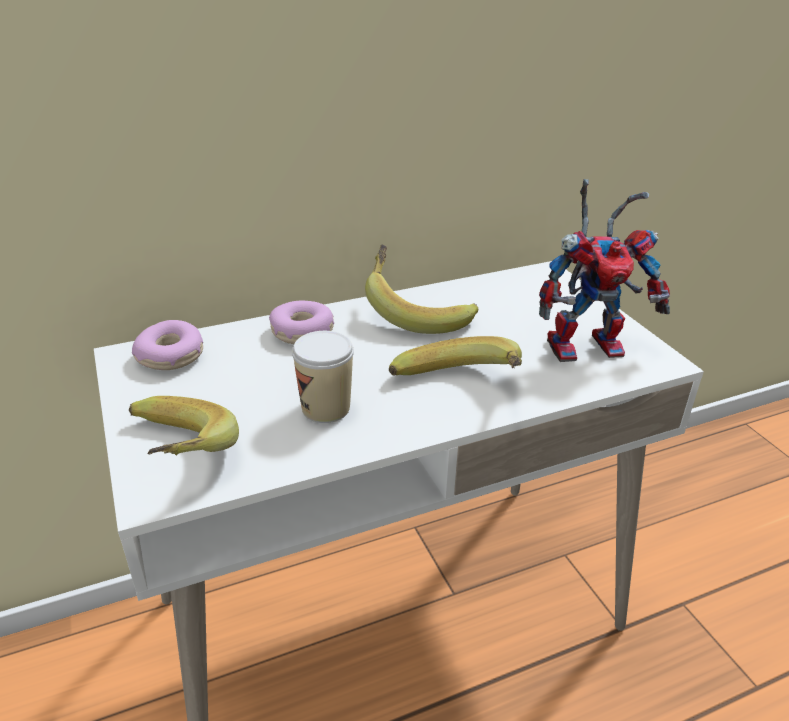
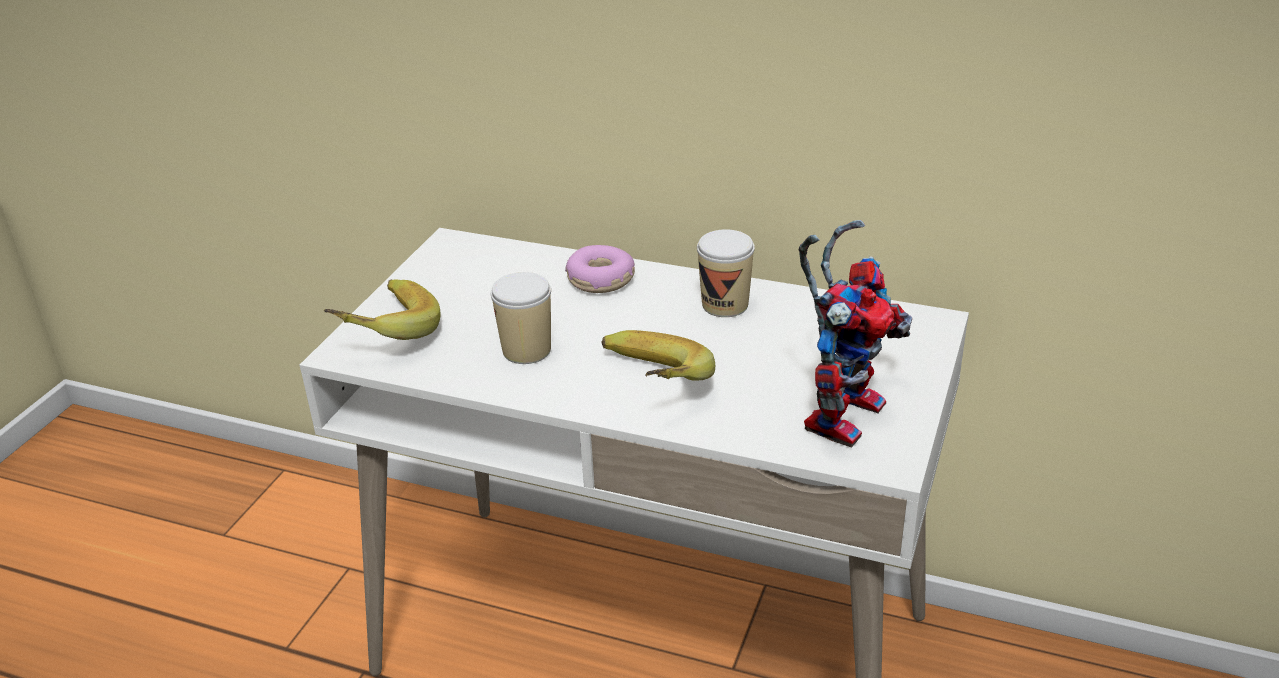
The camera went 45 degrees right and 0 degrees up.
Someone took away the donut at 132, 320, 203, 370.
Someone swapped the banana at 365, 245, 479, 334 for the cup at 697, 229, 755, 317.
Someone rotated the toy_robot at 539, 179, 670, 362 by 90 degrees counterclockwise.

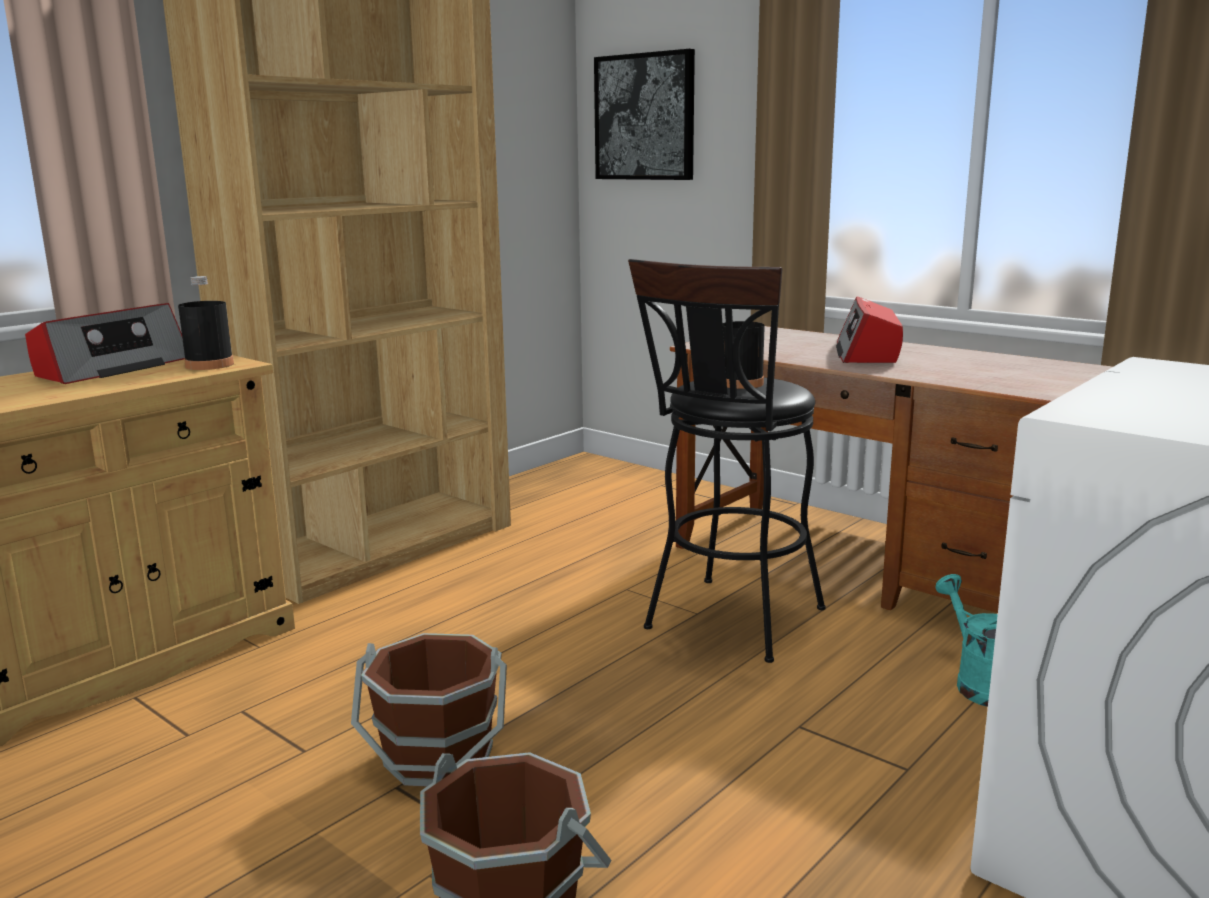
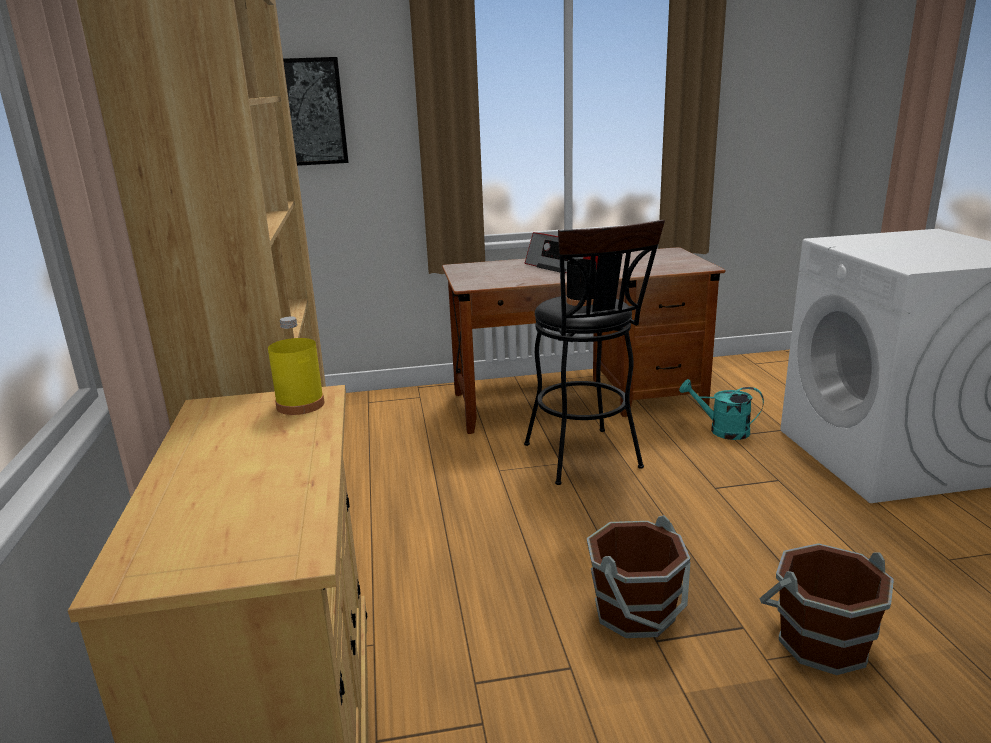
The camera went 50 degrees left and 5 degrees up.
Someone took away the radio at 25, 303, 185, 384.
Someone repainted the black_bottle at 178, 276, 234, 370, which became the yellow_bottle at 268, 316, 324, 415.

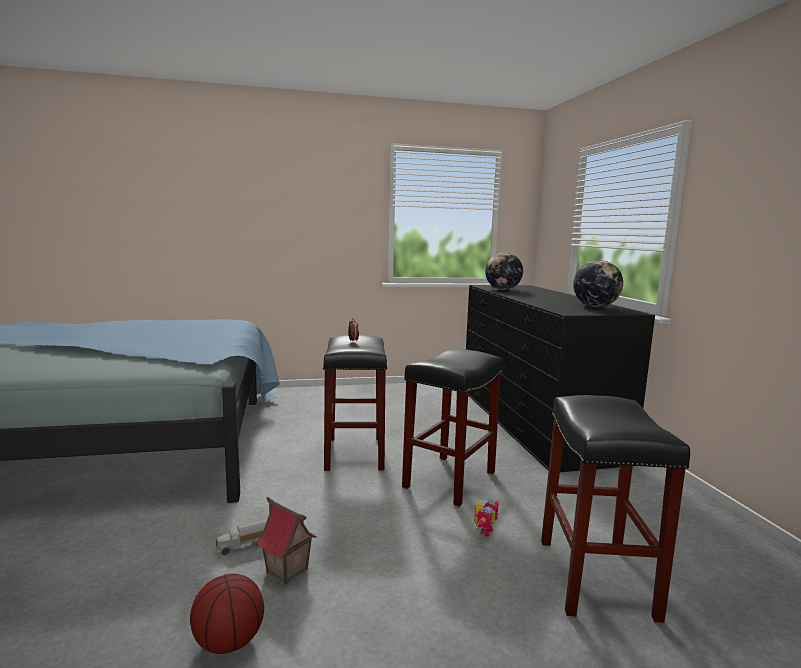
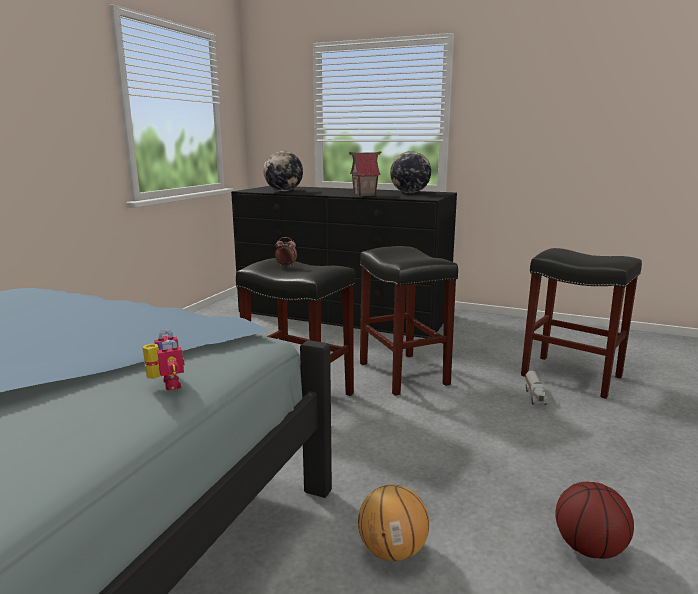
The camera went 55 degrees left and 5 degrees up.
Someone put down the basketball at 358, 485, 429, 561.
Someone carried the toy_truck from 215, 519, 267, 556 to 525, 370, 549, 405.
Someone carried the toy_house from 256, 497, 316, 584 to 349, 152, 381, 196.
Someone carried the toy_robot from 474, 499, 499, 537 to 142, 330, 184, 391.

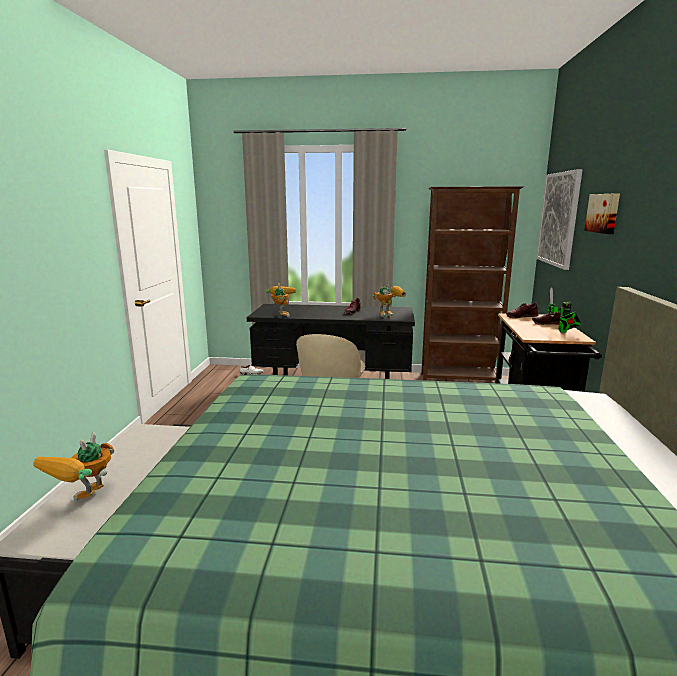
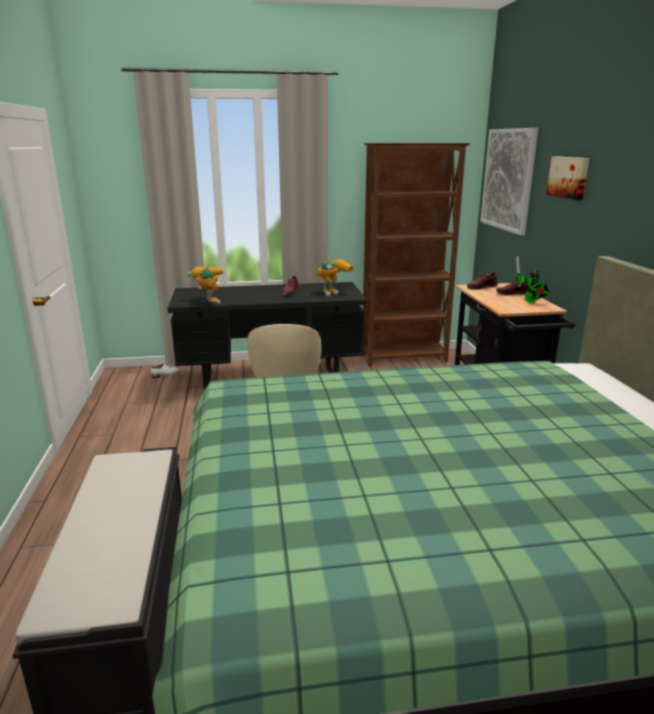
The camera went 15 degrees left and 5 degrees up.
Someone took away the toy_robot at 33, 432, 114, 501.

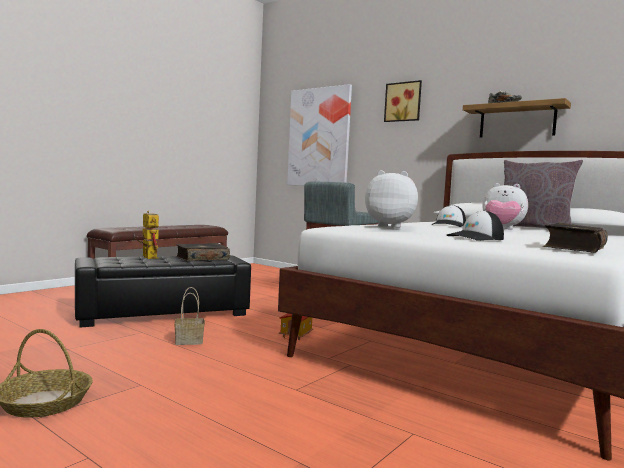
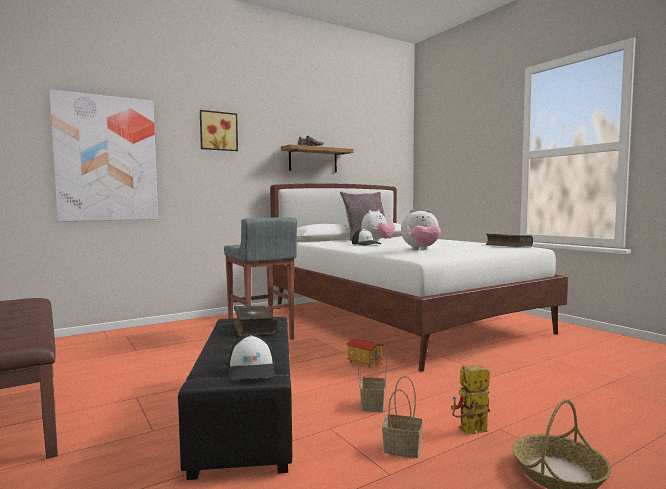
The camera went 70 degrees left and 0 degrees up.
Someone put down the basket at 382, 376, 423, 458.
Someone carried the toy_robot from 134, 211, 159, 259 to 451, 365, 490, 435.
Someone carried the cap from 447, 210, 504, 241 to 228, 335, 274, 380.
Someone rotated the plush_toy at 365, 170, 418, 228 by 135 degrees counterclockwise.

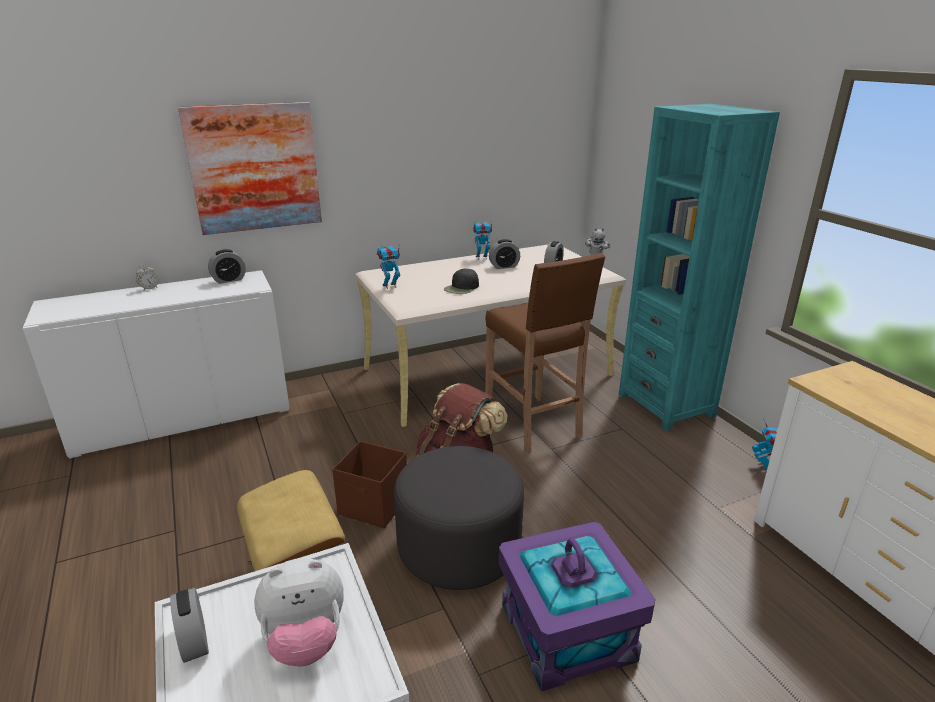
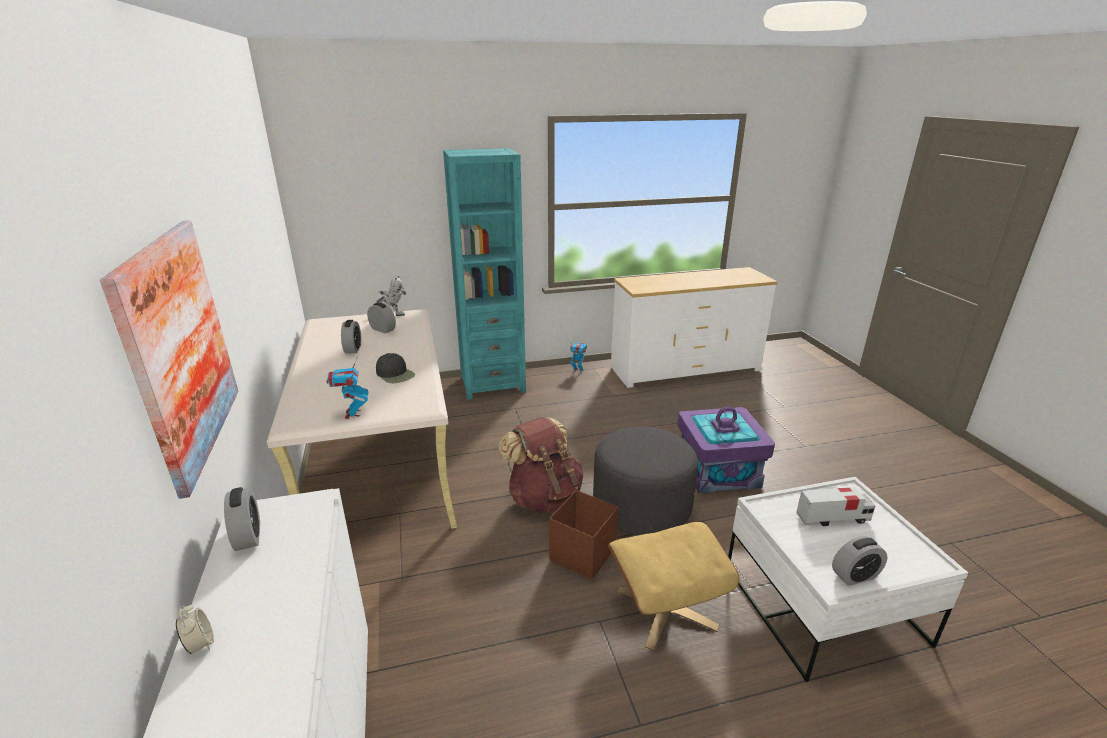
The camera went 80 degrees left and 0 degrees up.
Someone took away the toy_robot at 473, 220, 492, 259.
Someone took away the brown_stool at 485, 253, 605, 454.
Someone swapped the plush_toy at 254, 558, 344, 667 for the toy_truck at 796, 487, 875, 526.

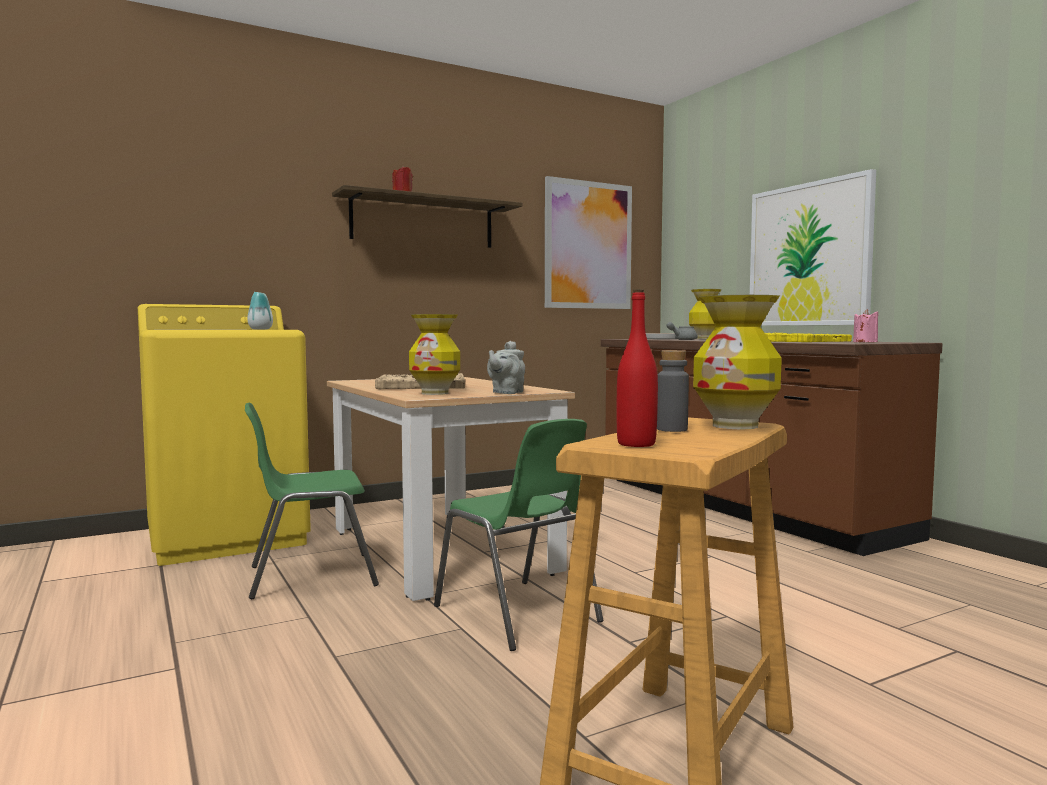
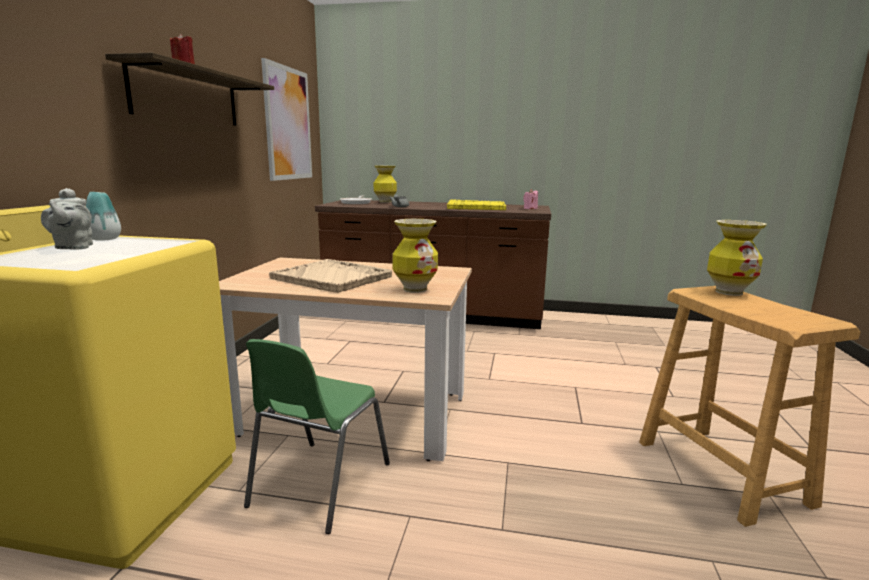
The camera went 50 degrees left and 10 degrees up.
Someone took away the green_chair at 434, 419, 603, 651.
Someone took away the red_bottle at 617, 290, 658, 447.
Someone took away the grey_bottle at 657, 350, 689, 432.
Someone took away the picture at 750, 169, 876, 326.
Someone carried the grey_teapot from 487, 341, 525, 394 to 41, 188, 93, 250.

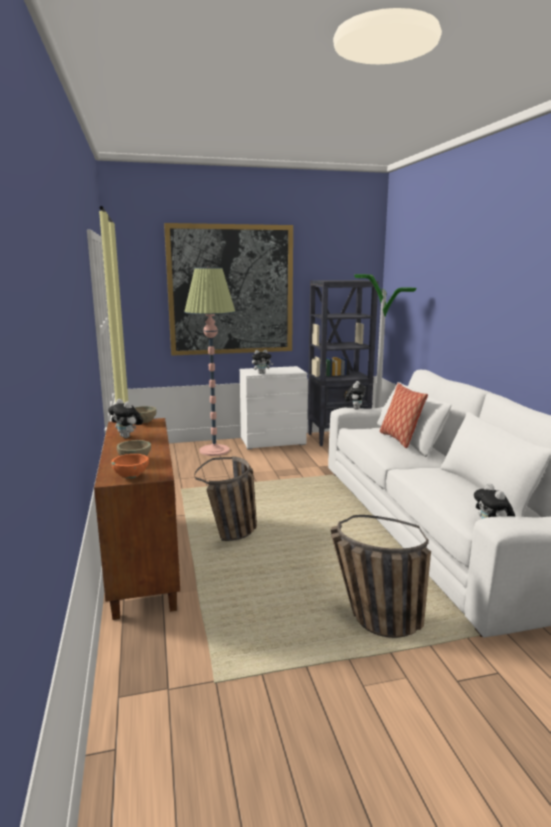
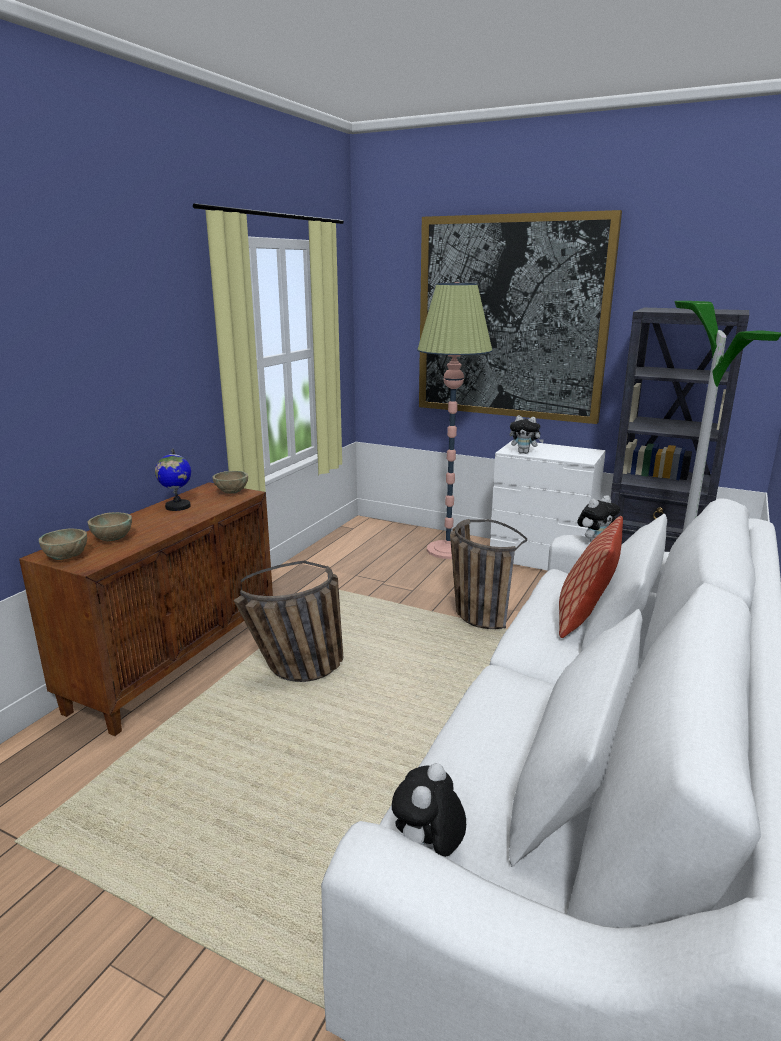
The camera went 40 degrees right and 5 degrees up.
Someone carried the basket from 331, 515, 431, 638 to 450, 519, 527, 629.
Someone swapped the plush_toy at 108, 399, 143, 438 for the globe at 155, 448, 191, 511.
Someone repainted the orange_bowl at 111, 454, 149, 479, which became the beige_bowl at 39, 529, 87, 560.

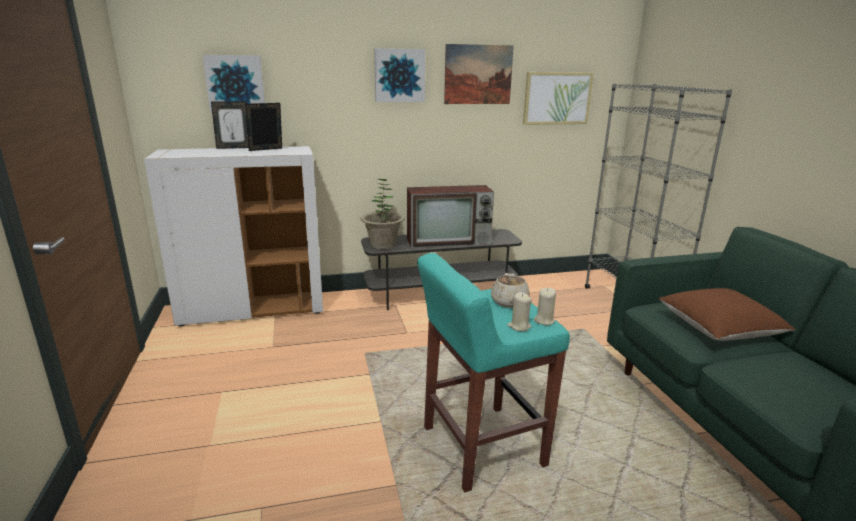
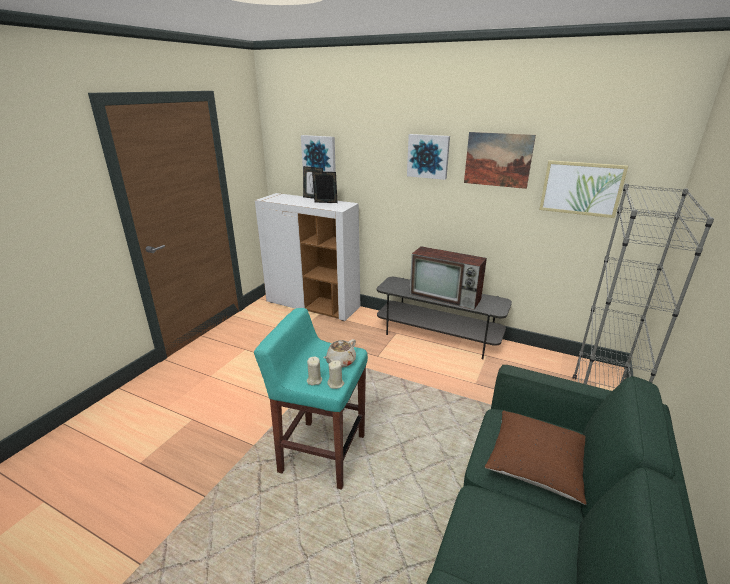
The camera went 40 degrees right and 5 degrees up.
Someone took away the potted_plant at 360, 179, 405, 249.

